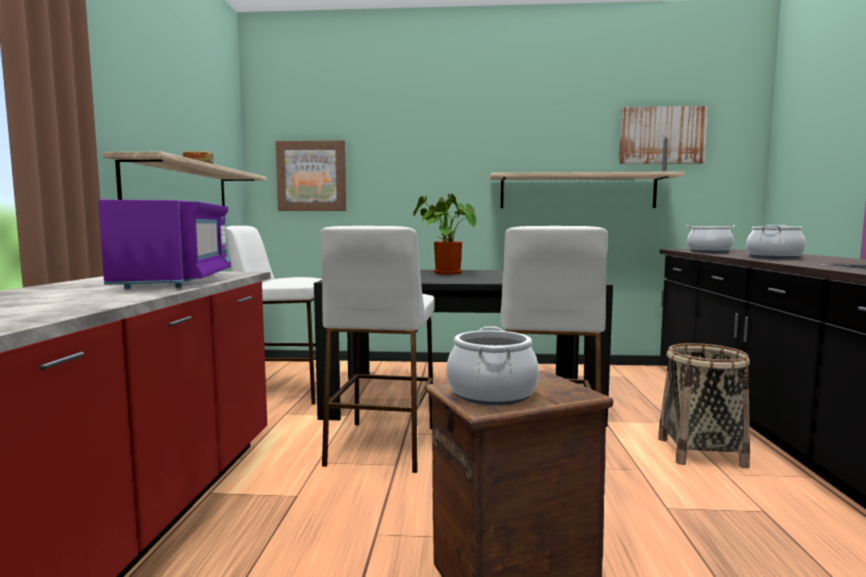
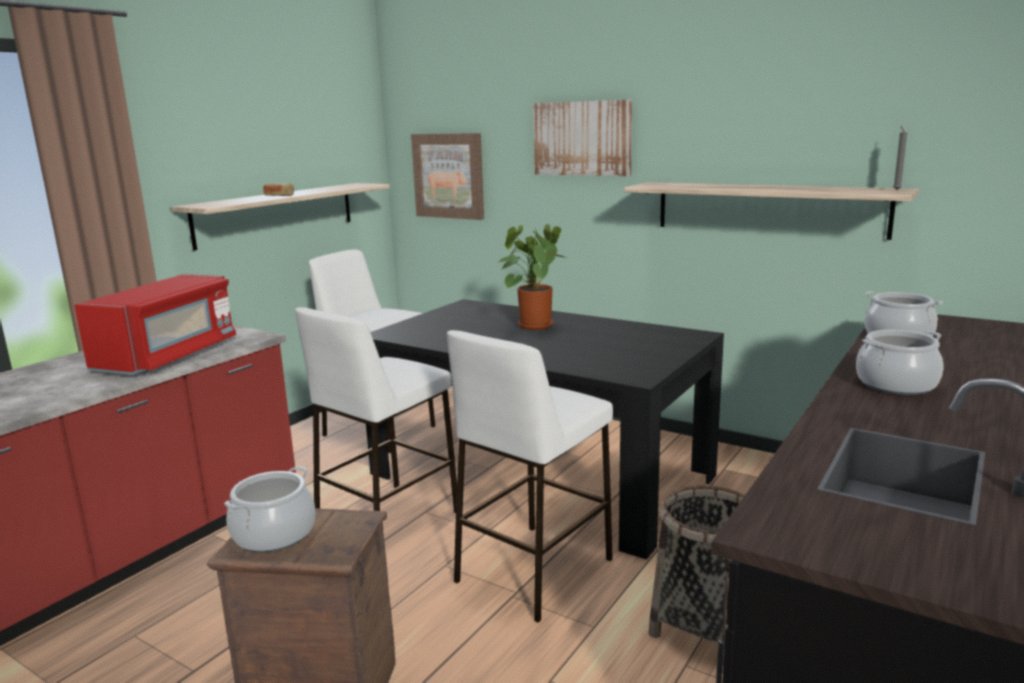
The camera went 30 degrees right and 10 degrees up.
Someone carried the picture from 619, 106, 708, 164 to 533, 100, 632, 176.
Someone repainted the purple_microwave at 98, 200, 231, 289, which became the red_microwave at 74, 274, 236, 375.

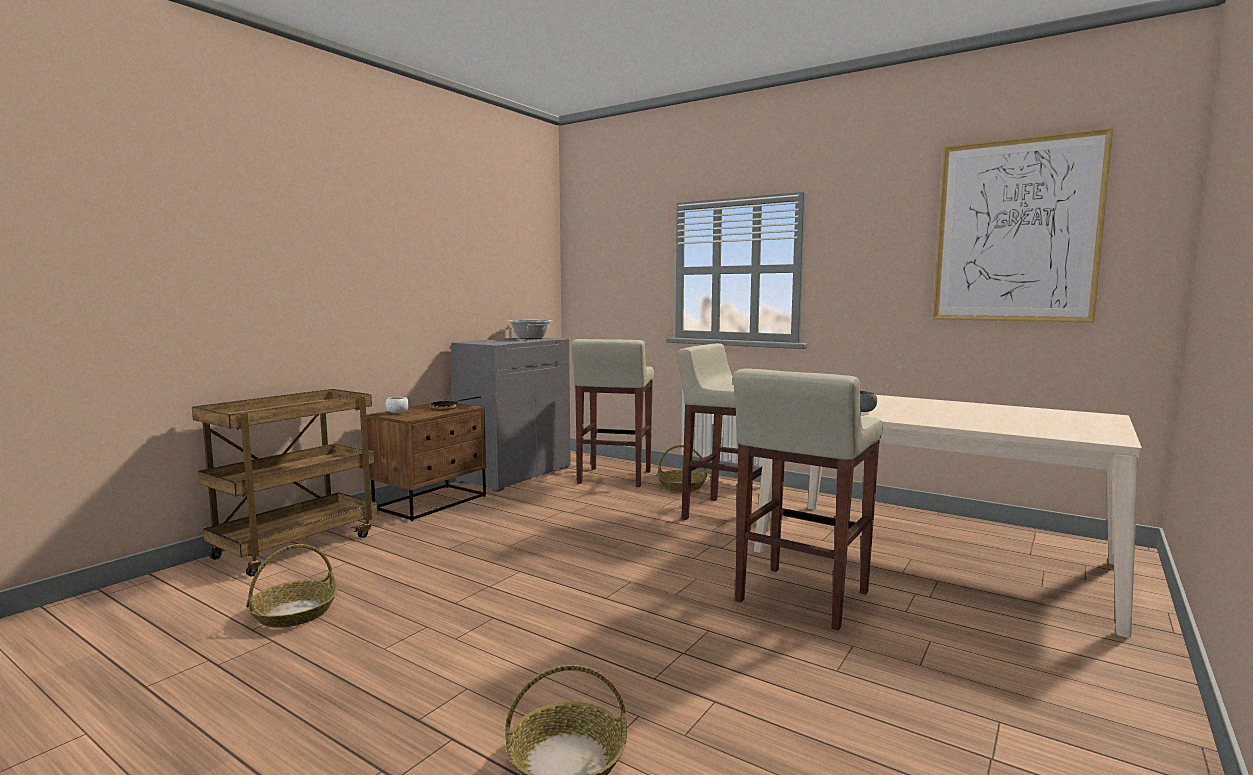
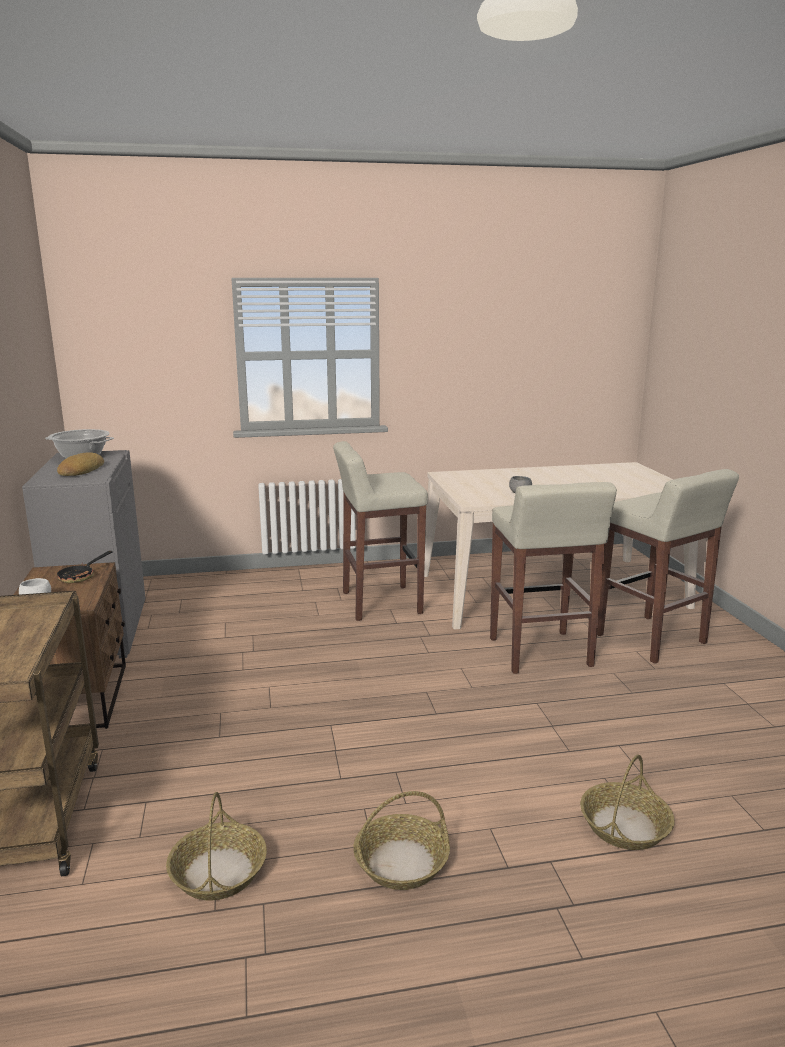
The camera went 45 degrees left and 10 degrees up.
Someone took away the picture at 933, 127, 1113, 322.
Someone put down the bread at 57, 452, 104, 476.
Someone carried the beige_stool from 572, 339, 654, 487 to 597, 469, 739, 664.
Someone carried the basket from 657, 445, 707, 492 to 353, 791, 450, 890.

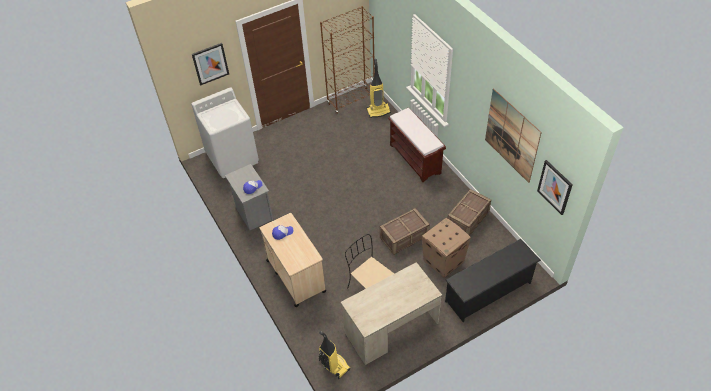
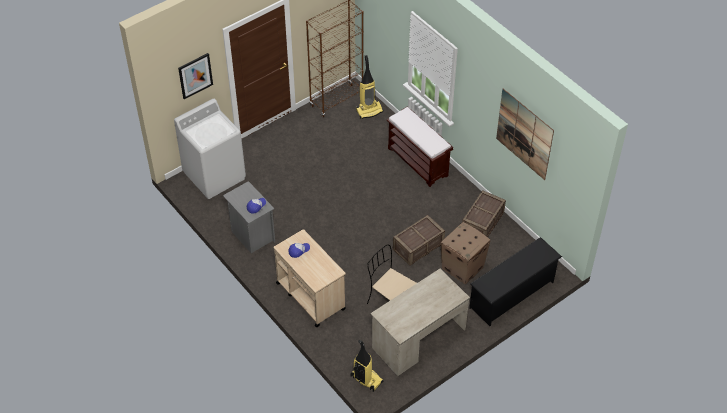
The camera went 10 degrees left and 0 degrees up.
Someone took away the picture at 537, 160, 573, 215.

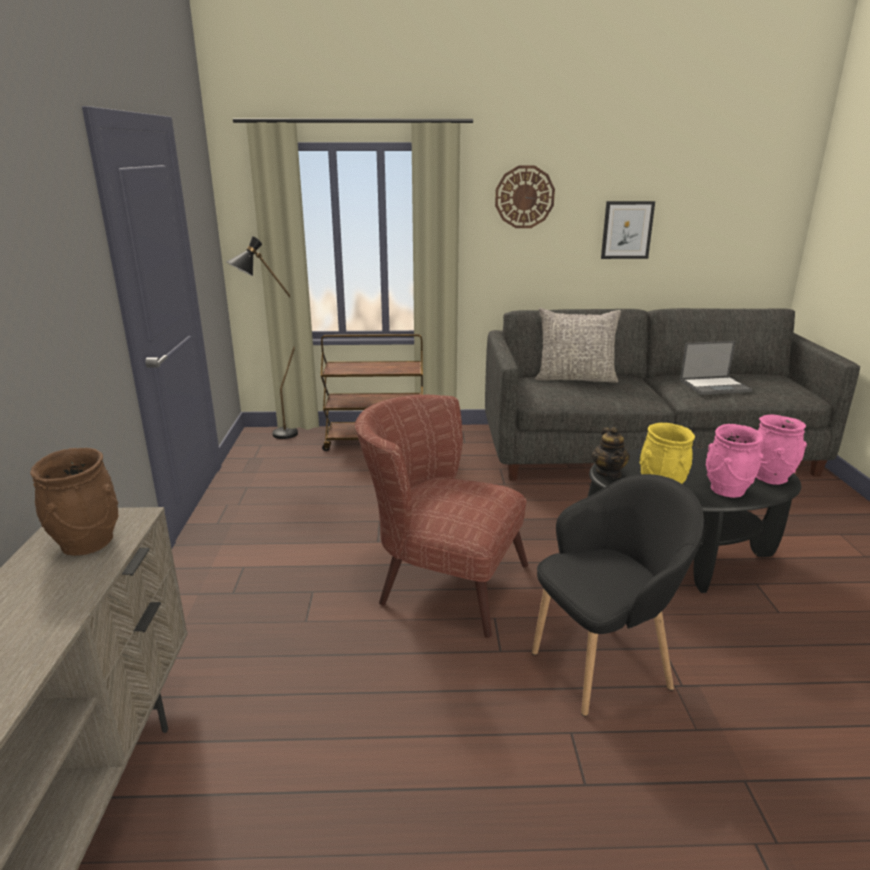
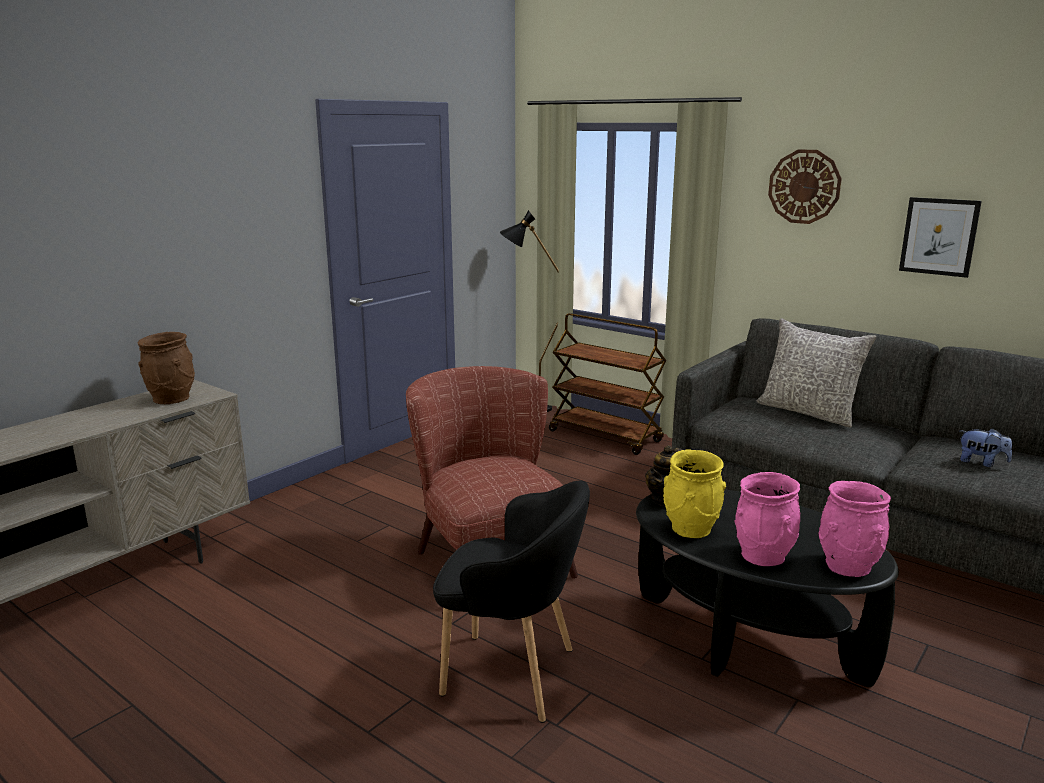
The camera went 40 degrees right and 5 degrees down.
Someone swapped the laptop at 680, 341, 753, 395 for the plush_toy at 960, 428, 1012, 467.

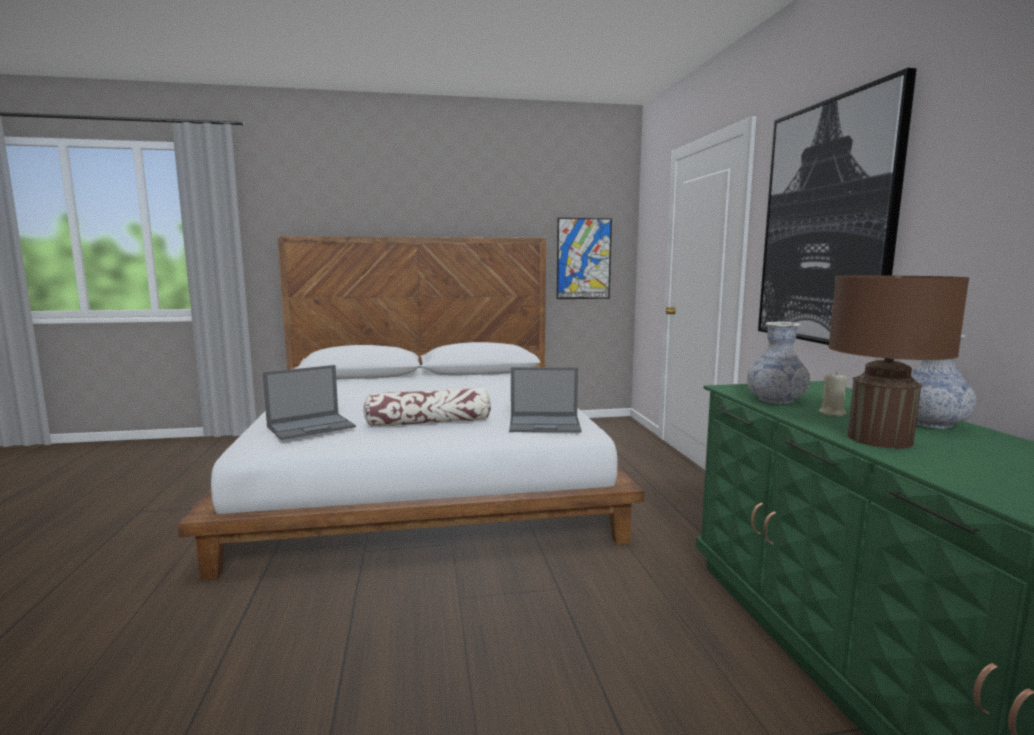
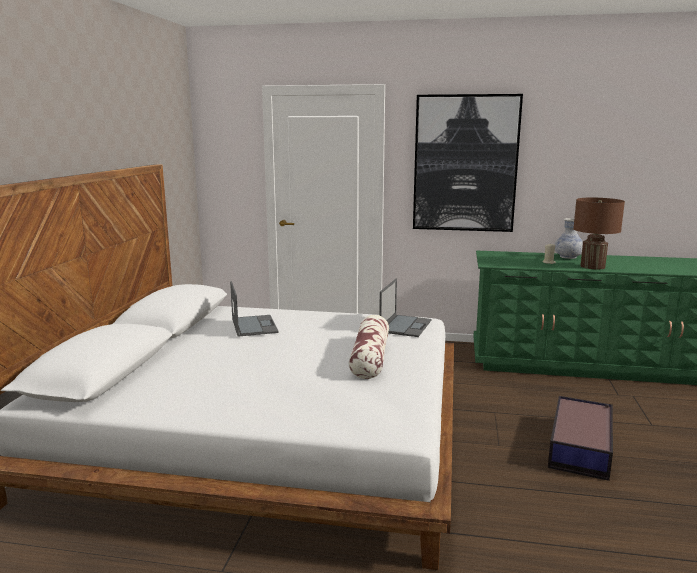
The camera went 70 degrees left and 5 degrees up.
Someone took away the picture at 556, 218, 612, 299.
Someone took away the vase at 747, 321, 810, 404.
Someone put down the storage_box at 548, 396, 613, 481.
Someone carried the laptop from 263, 365, 356, 440 to 230, 281, 278, 337.

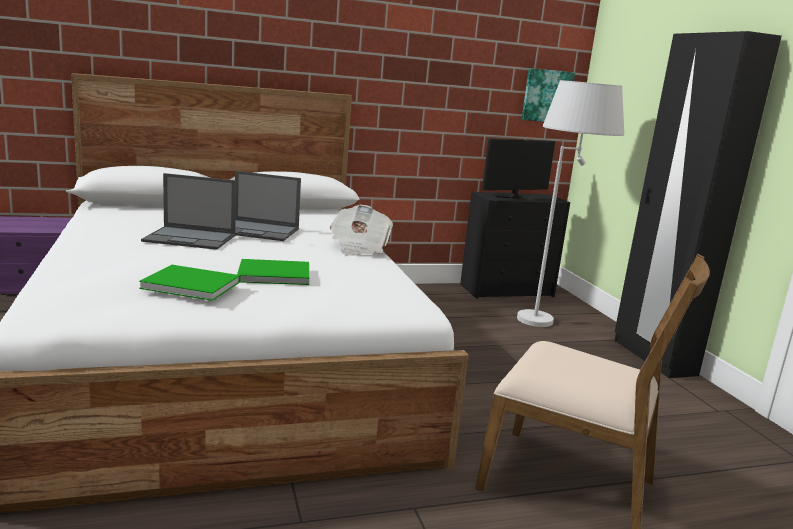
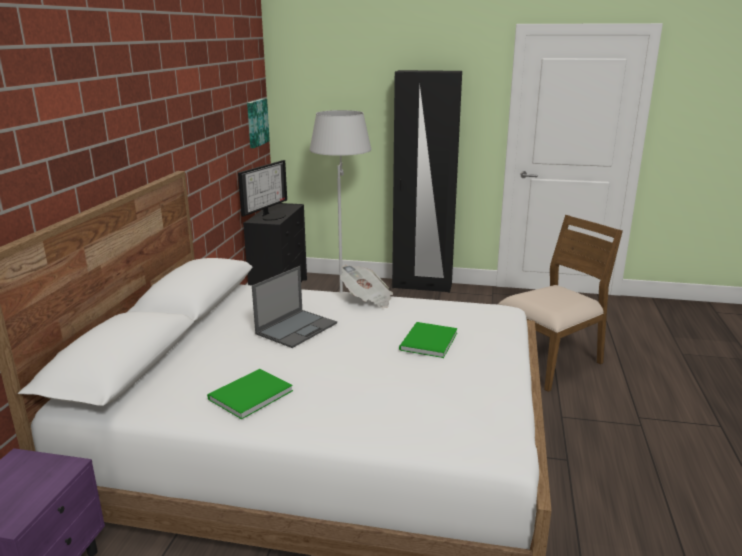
The camera went 60 degrees left and 5 degrees up.
Someone took away the laptop at 141, 173, 236, 250.
Someone carried the green_book from 139, 265, 241, 301 to 207, 369, 293, 419.
Someone rotated the monitor at 482, 139, 555, 199 by 150 degrees counterclockwise.

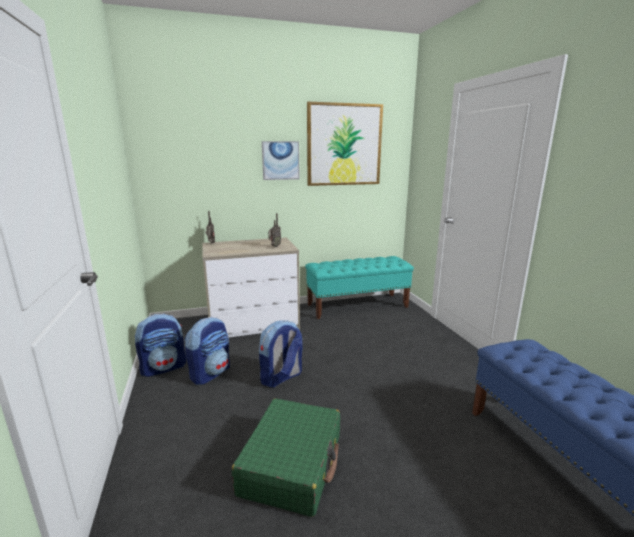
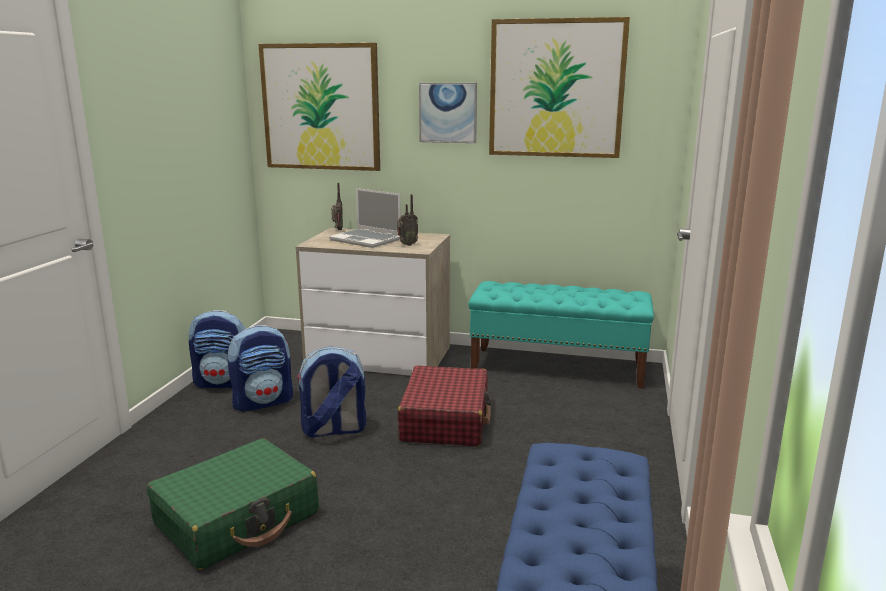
The camera went 30 degrees right and 0 degrees up.
Someone put up the picture at 258, 43, 380, 171.
Someone put down the laptop at 329, 188, 401, 248.
Someone put down the red_suitcase at 398, 366, 491, 446.

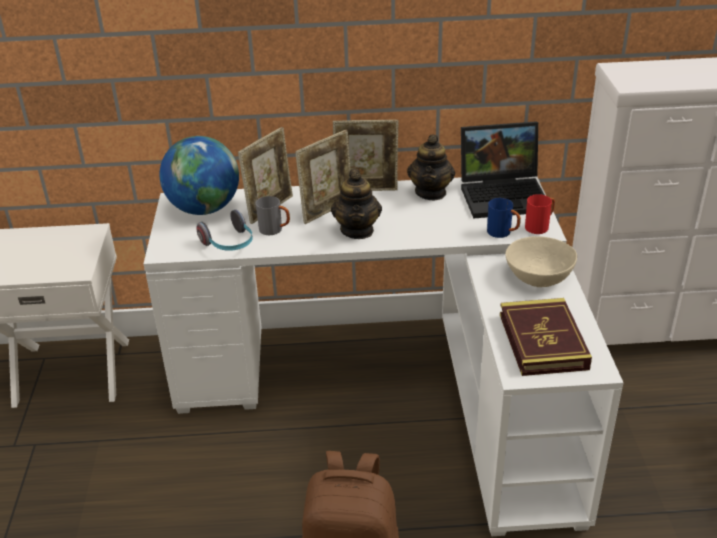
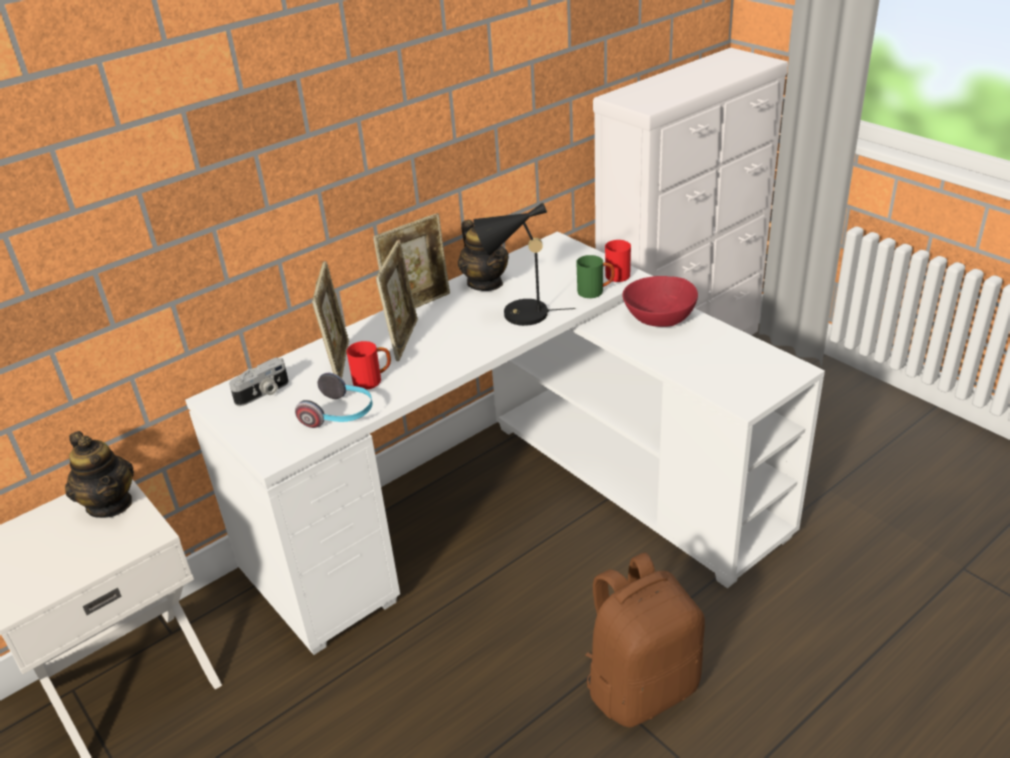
The camera went 35 degrees left and 0 degrees up.
Someone took away the laptop at 461, 121, 544, 219.
Someone took away the book at 500, 298, 592, 376.
Someone put down the black_table_lamp at 473, 202, 576, 326.
Someone carried the teapot from 331, 169, 382, 239 to 65, 431, 134, 518.
Someone swapped the globe at 159, 136, 239, 215 for the photo_camera at 229, 357, 289, 406.
Someone repainted the grey_mug at 256, 196, 290, 235, which became the red_mug at 346, 341, 391, 390.
Someone repainted the blue_mug at 487, 198, 521, 238, which became the green_mug at 576, 255, 614, 298.
Someone repainted the beige_bowl at 505, 236, 577, 287, which became the red_bowl at 622, 276, 698, 327.

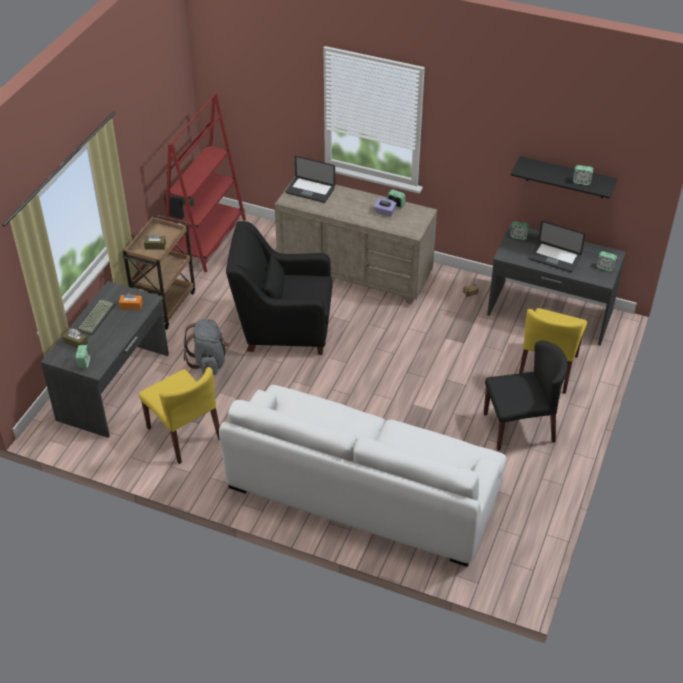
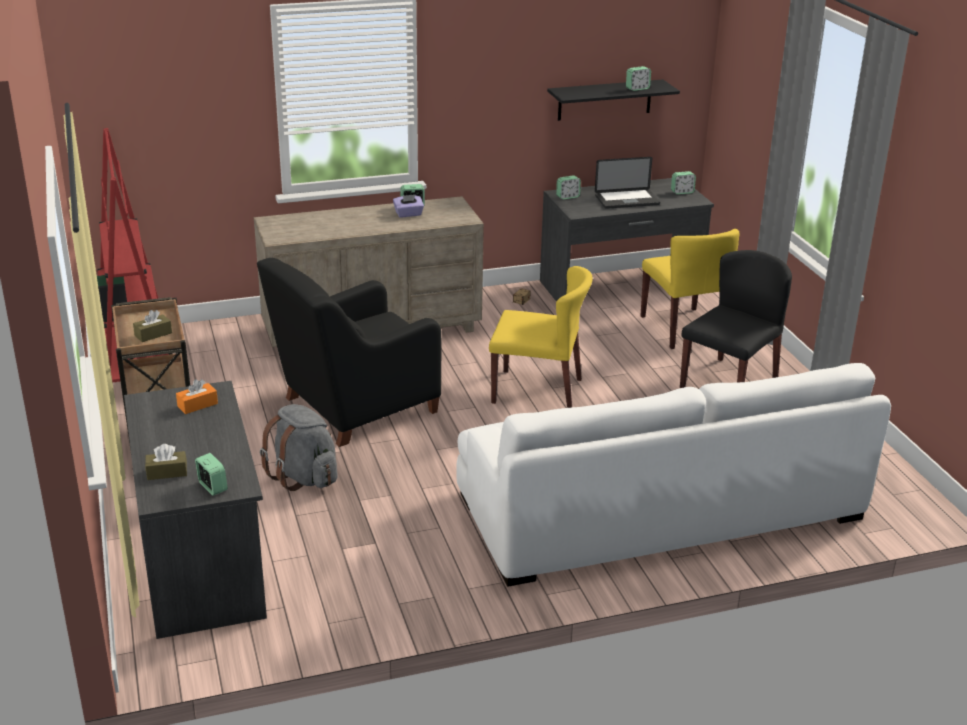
The camera went 40 degrees left and 15 degrees down.
Someone took away the keyboard at 78, 299, 115, 335.
Someone took away the laptop at 285, 156, 335, 203.
Someone carried the yellow_chair from 139, 367, 220, 464 to 489, 266, 593, 408.

